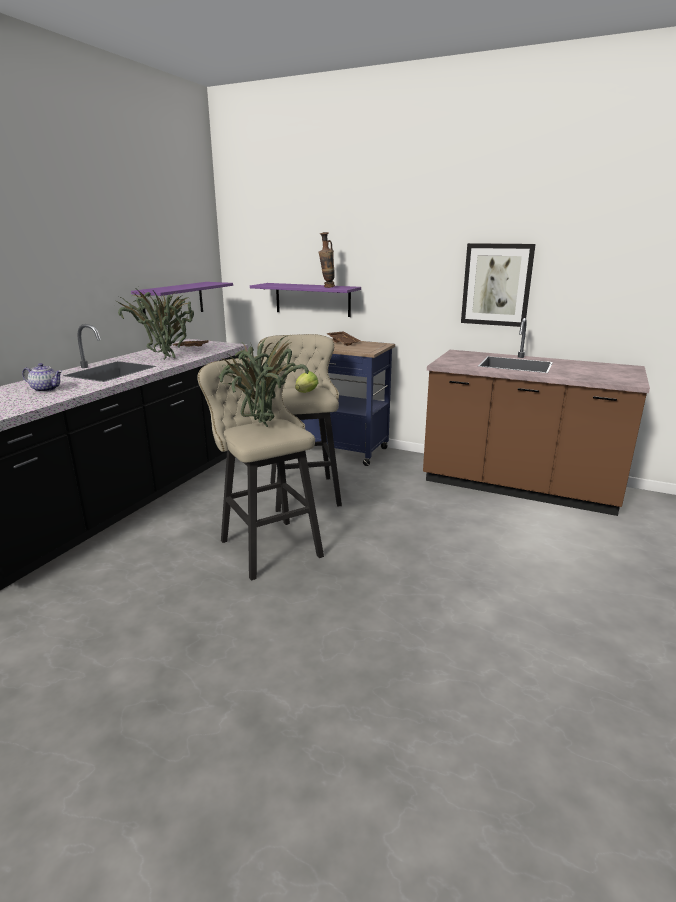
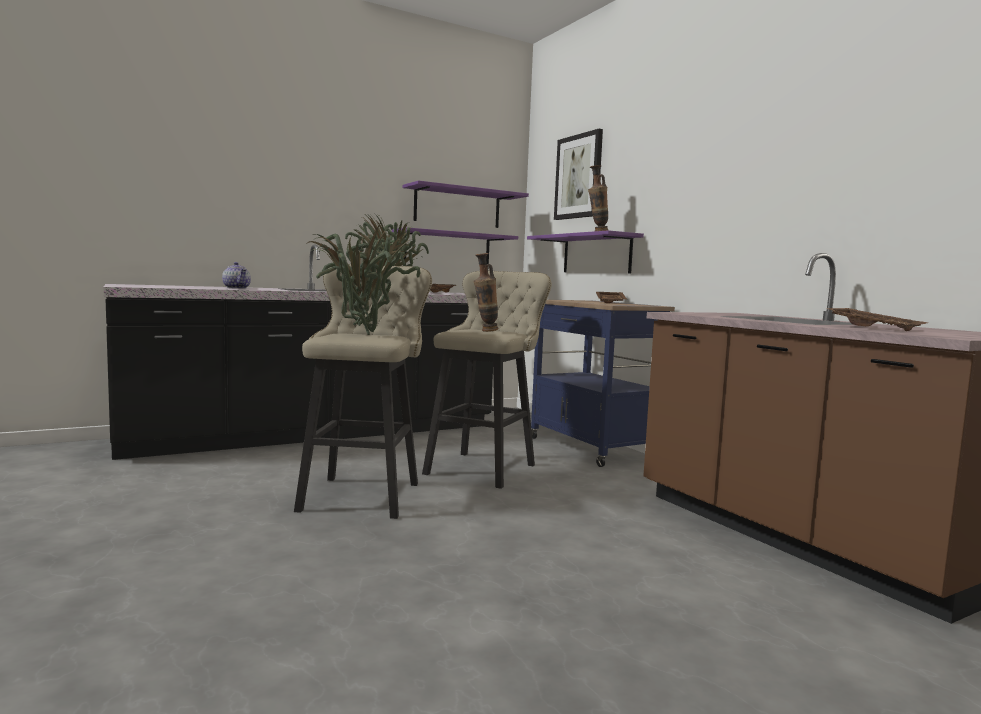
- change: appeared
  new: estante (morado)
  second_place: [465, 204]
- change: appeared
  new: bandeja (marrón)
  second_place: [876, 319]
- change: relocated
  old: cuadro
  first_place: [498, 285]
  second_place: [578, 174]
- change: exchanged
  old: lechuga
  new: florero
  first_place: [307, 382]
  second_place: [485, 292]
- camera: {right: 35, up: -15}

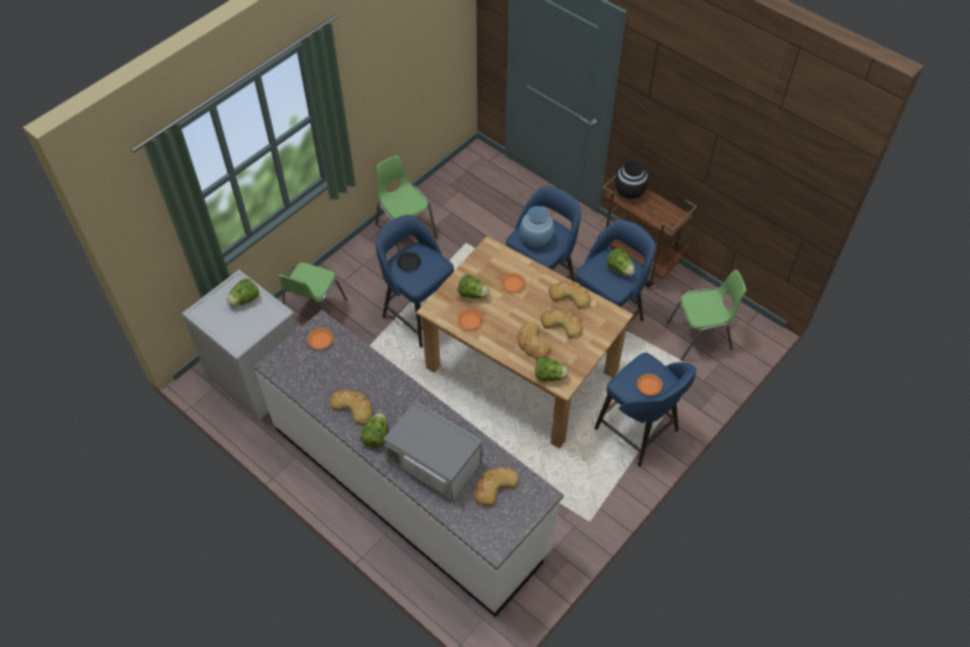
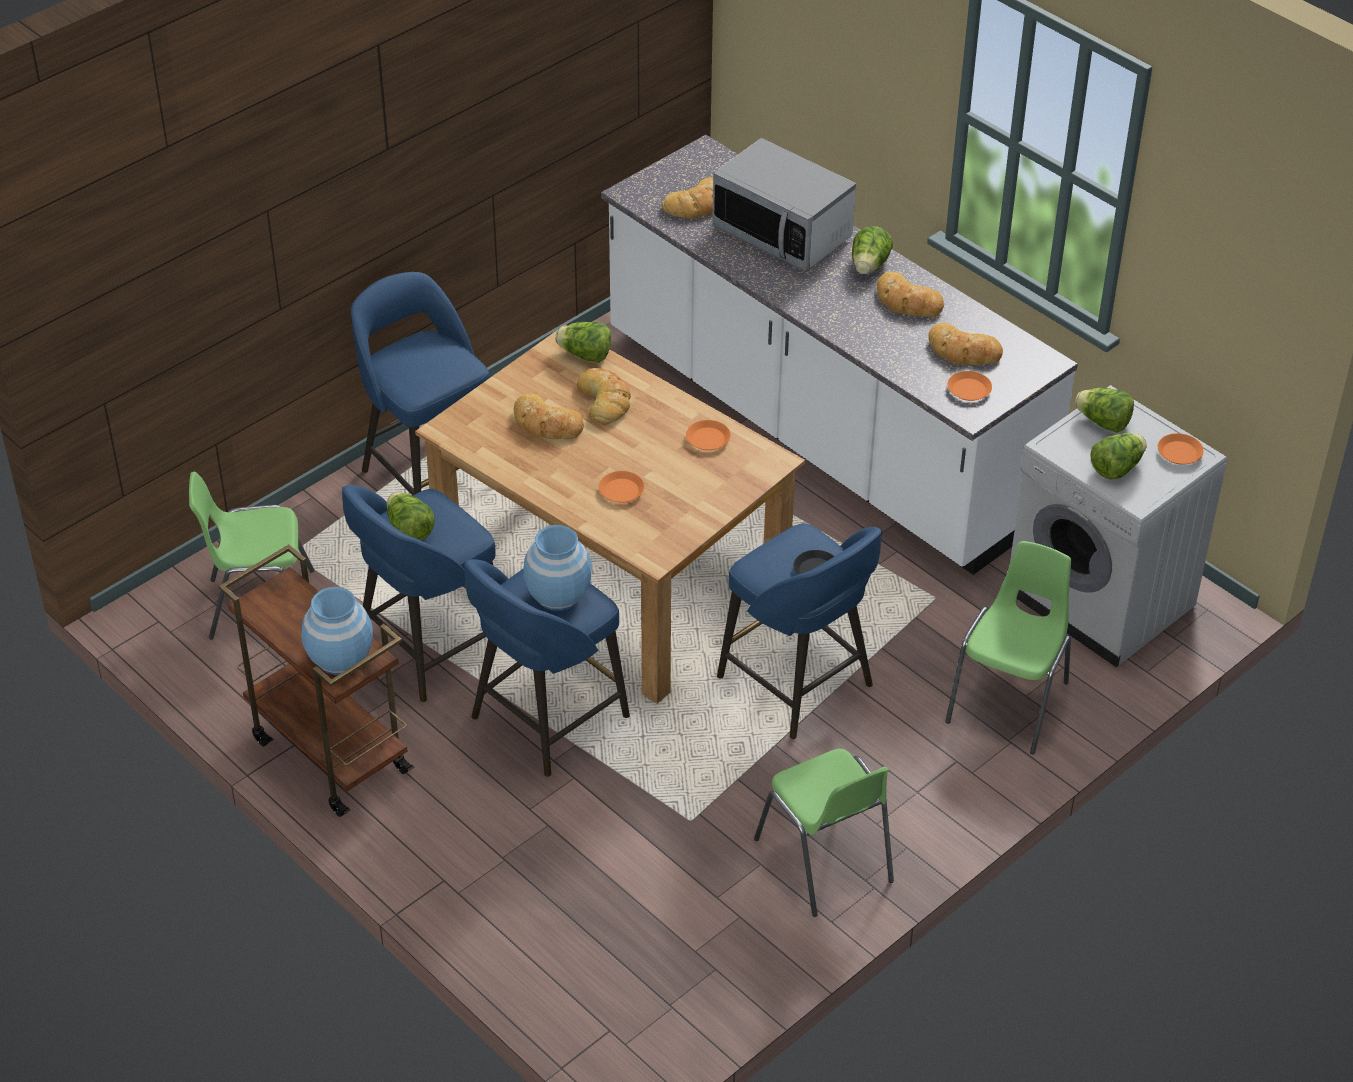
- change: relocated
  old: lechuga
  first_place: [474, 286]
  second_place: [1104, 410]
- change: relocated
  old: pan
  first_place: [570, 295]
  second_place: [965, 344]
- change: relocated
  old: plato (naranja)
  first_place: [650, 385]
  second_place: [1181, 449]
- change: colour
  old: florero (negro)
  new: florero (azul)
  first_place: [632, 180]
  second_place: [337, 631]
- camera: {right: -175, up: -10}

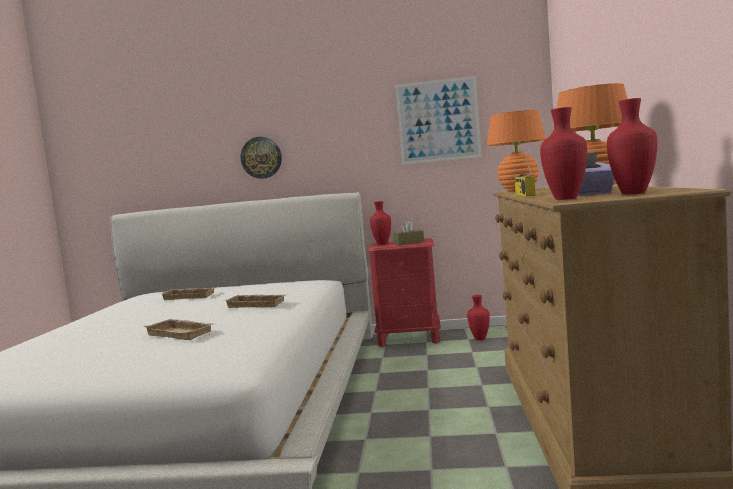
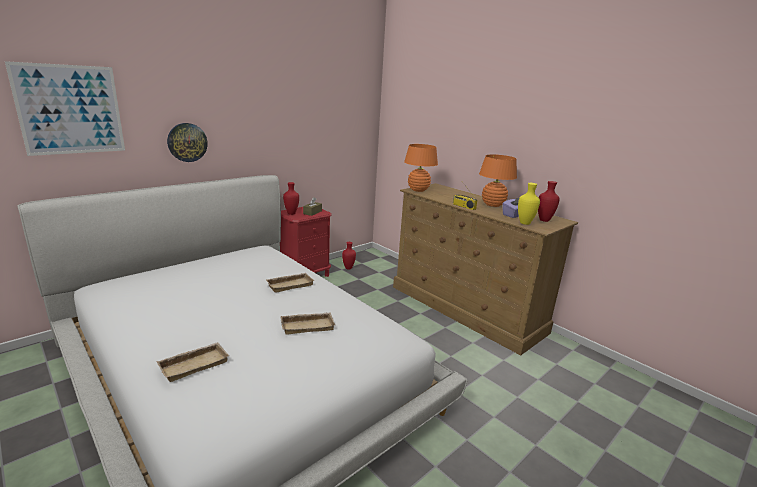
- change: relocated
  old: bandeja (beis)
  first_place: [187, 294]
  second_place: [192, 362]
- change: relocated
  old: cuadro
  first_place: [438, 120]
  second_place: [65, 108]
- change: colour
  old: florero (rojo)
  new: florero (amarillo)
  first_place: [563, 153]
  second_place: [529, 204]
- camera: {right: -50, up: 15}

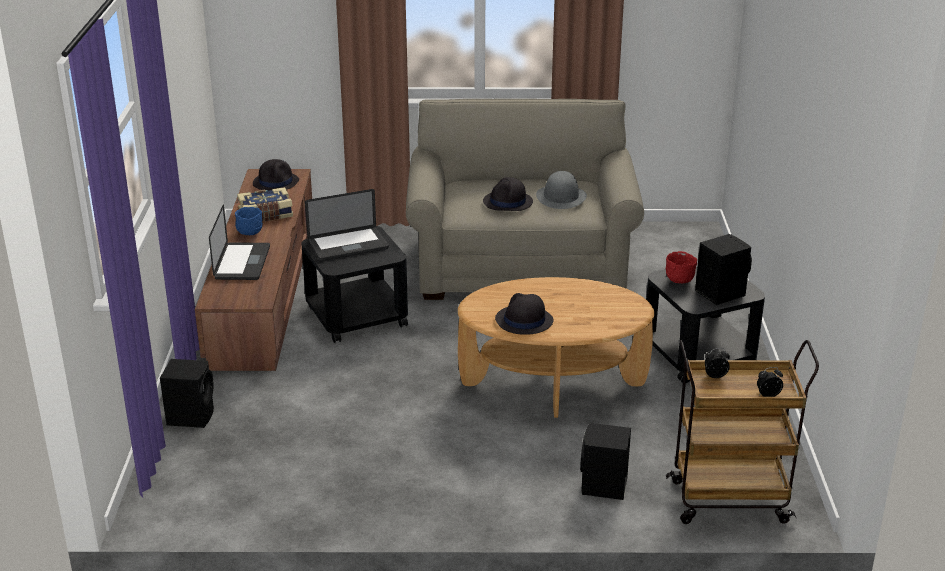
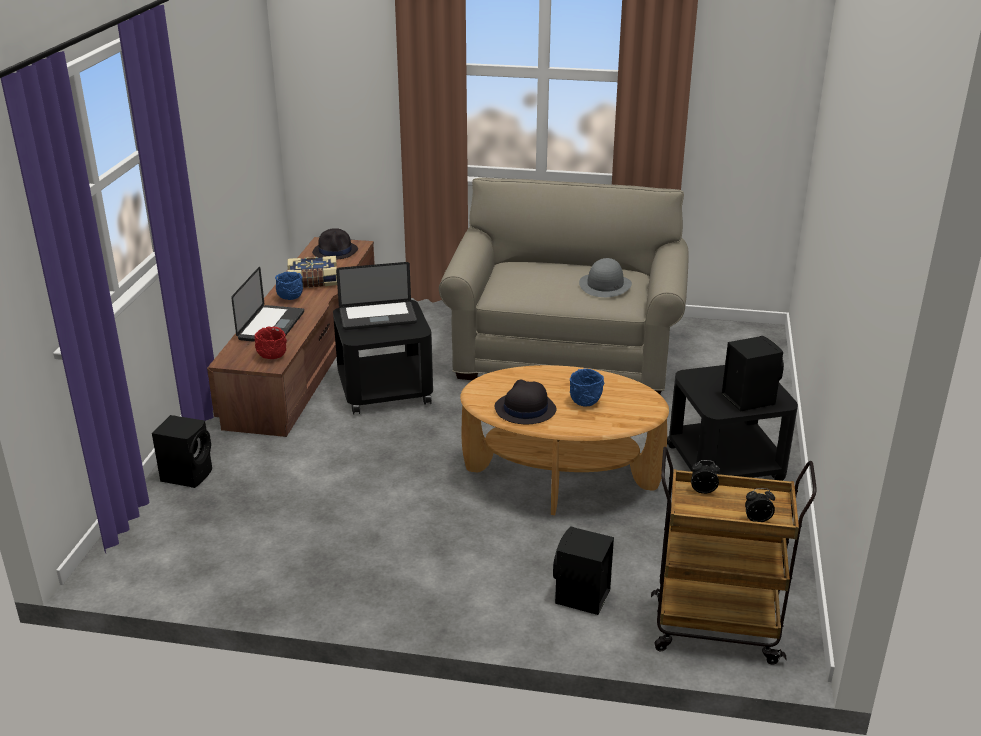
- change: missing
  old: sombrero (negro)
  first_place: [508, 194]
- change: appeared
  new: cuenco (azul)
  second_place: [587, 387]
- change: relocated
  old: cuenco (rojo)
  first_place: [681, 267]
  second_place: [271, 343]
- camera: {right: 10, up: 0}

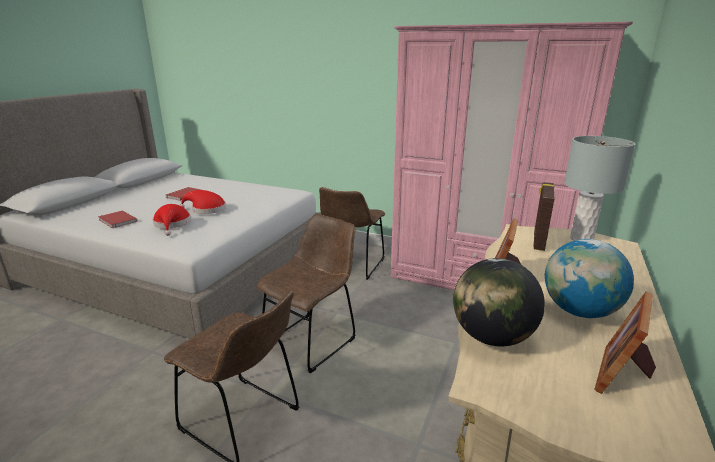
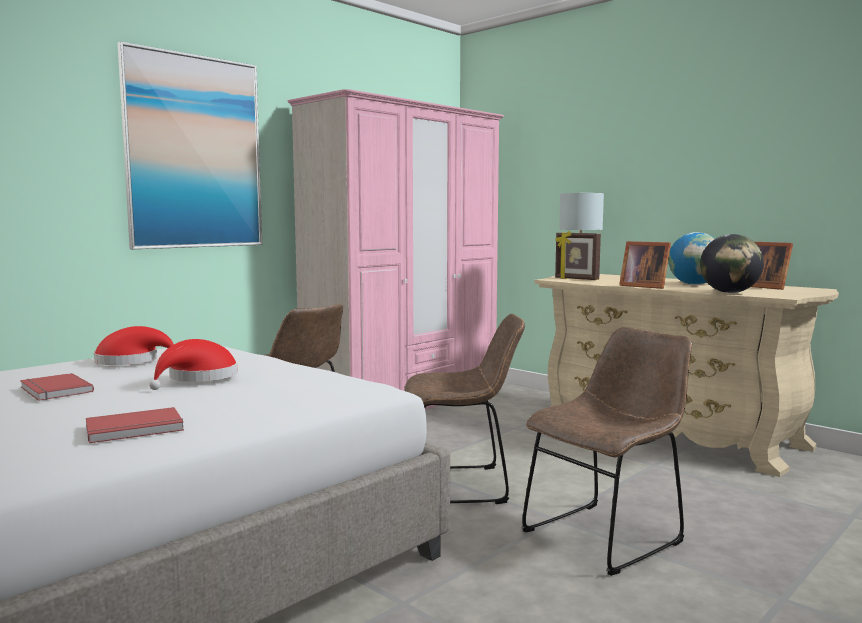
- change: appeared
  new: cuadro
  second_place: [190, 145]
- change: relocated
  old: sombrero (rojo)
  first_place: [172, 220]
  second_place: [134, 345]
- change: spun
  old: silla (marrón)
  first_place: [306, 293]
  second_place: [464, 409]
  degrees: 120
- camera: {right: -70, up: -15}

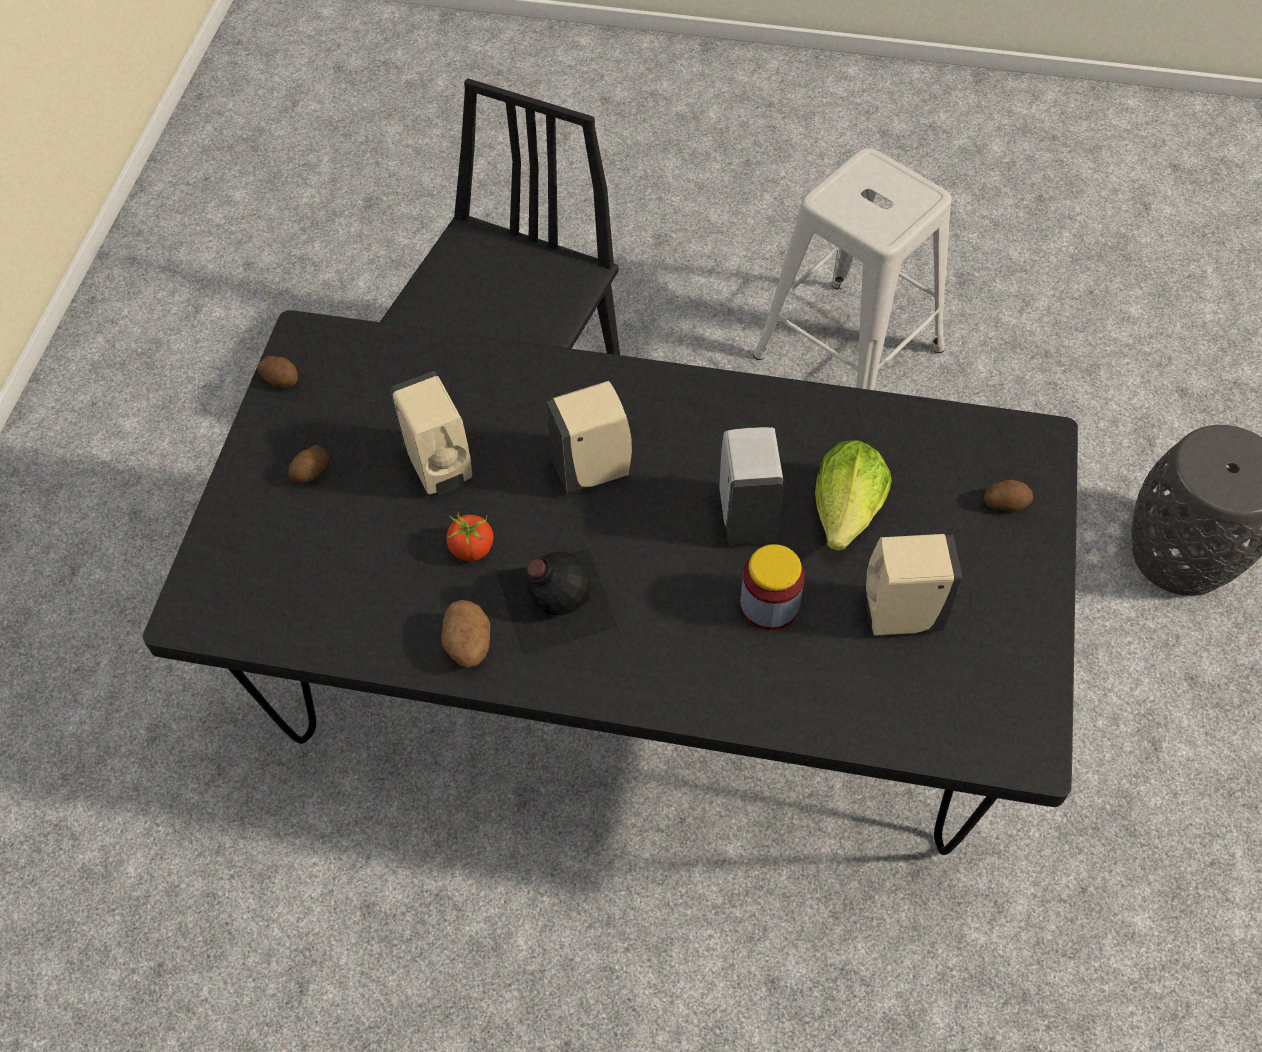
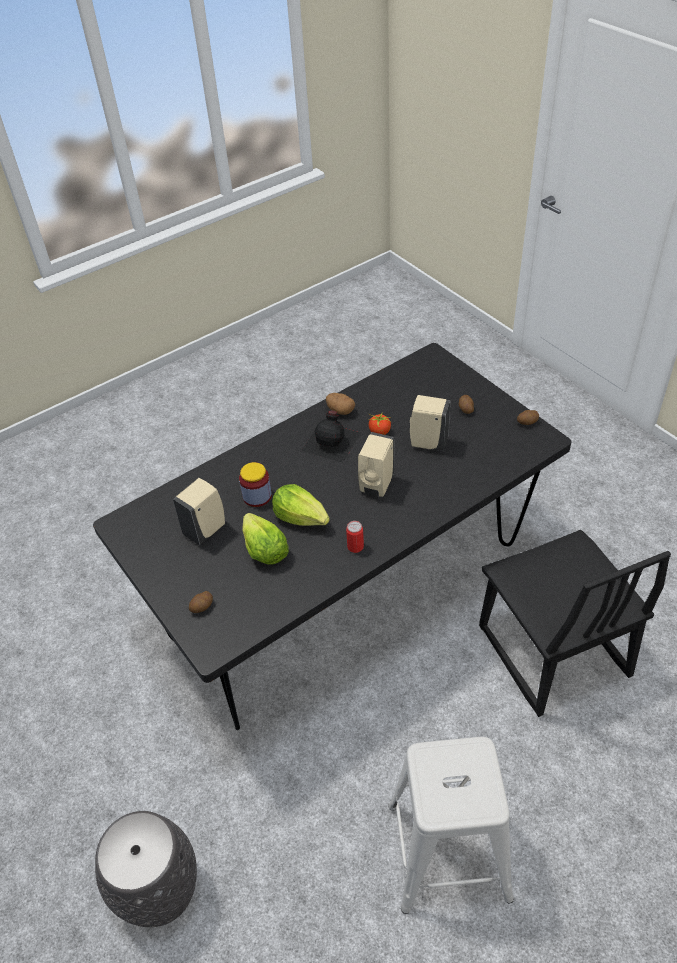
- change: appeared
  new: lata
  second_place: [355, 537]
- change: exchanged
  old: dispensador de jabón (blanco)
  new: lechuga
  first_place: [751, 486]
  second_place: [301, 505]
- camera: {right: 135, up: -10}

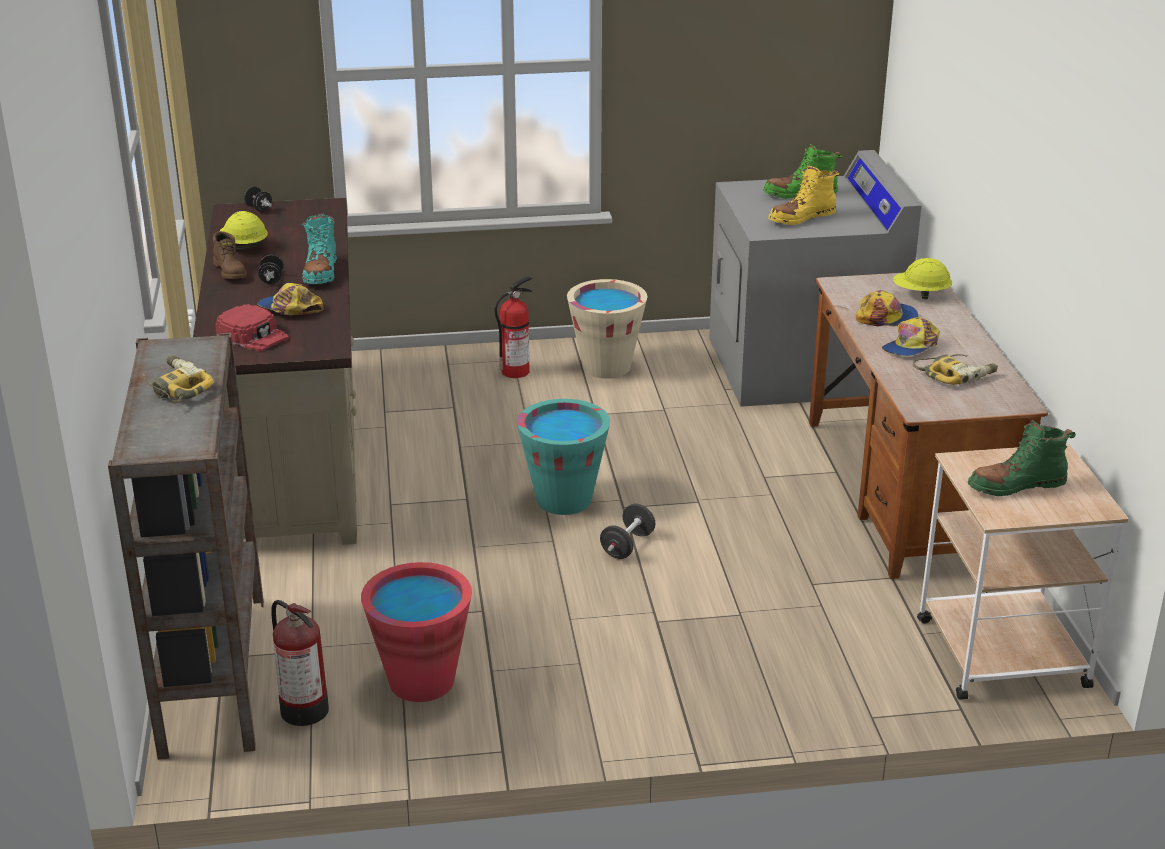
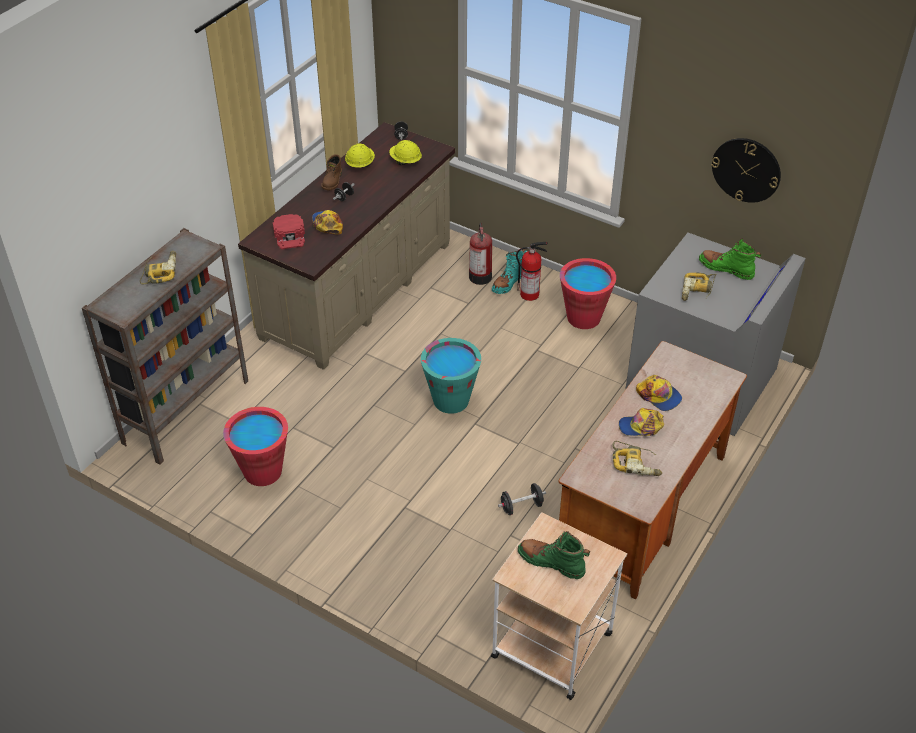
- change: appeared
  new: reloj de pared
  second_place: [746, 170]
- change: relocated
  old: extintor
  first_place: [300, 663]
  second_place: [480, 254]
- change: relocated
  old: bota (turquesa)
  first_place: [319, 248]
  second_place: [509, 271]
- change: relocated
  old: mancuerna (negro)
  first_place: [627, 531]
  second_place: [522, 499]
- change: relocated
  old: casco (amarillo)
  first_place: [922, 278]
  second_place: [405, 152]
- change: exchanged
  old: bota (amarillo)
  new: taladro
  first_place: [803, 195]
  second_place: [699, 286]
- change: colour
  old: cubo (beis)
  new: cubo (rojo)
  first_place: [607, 329]
  second_place: [588, 293]
- camera: {right: 40, up: 15}

